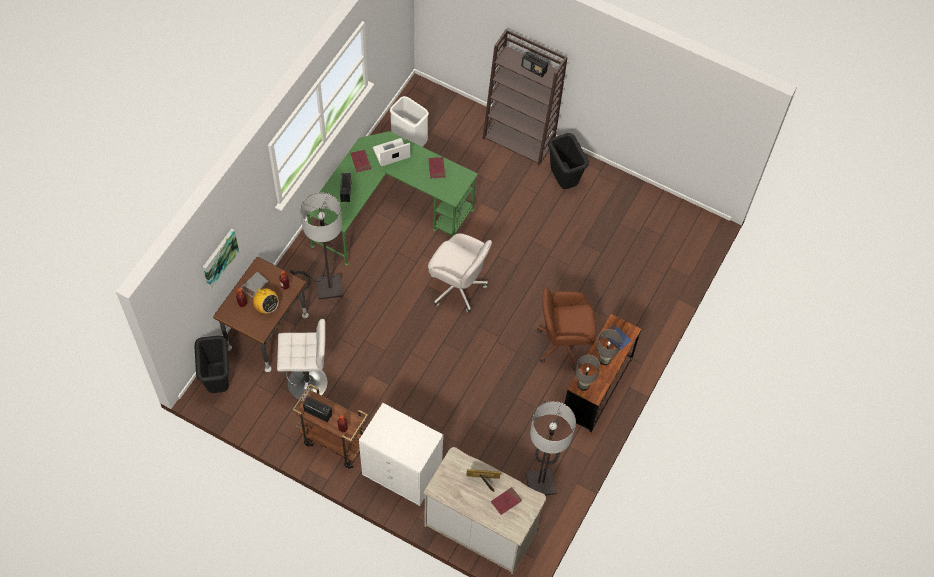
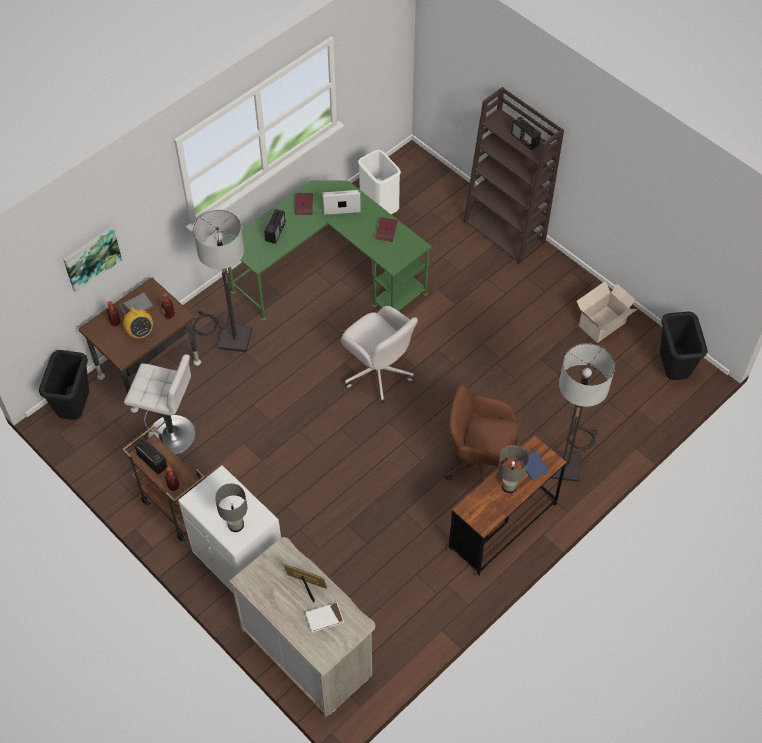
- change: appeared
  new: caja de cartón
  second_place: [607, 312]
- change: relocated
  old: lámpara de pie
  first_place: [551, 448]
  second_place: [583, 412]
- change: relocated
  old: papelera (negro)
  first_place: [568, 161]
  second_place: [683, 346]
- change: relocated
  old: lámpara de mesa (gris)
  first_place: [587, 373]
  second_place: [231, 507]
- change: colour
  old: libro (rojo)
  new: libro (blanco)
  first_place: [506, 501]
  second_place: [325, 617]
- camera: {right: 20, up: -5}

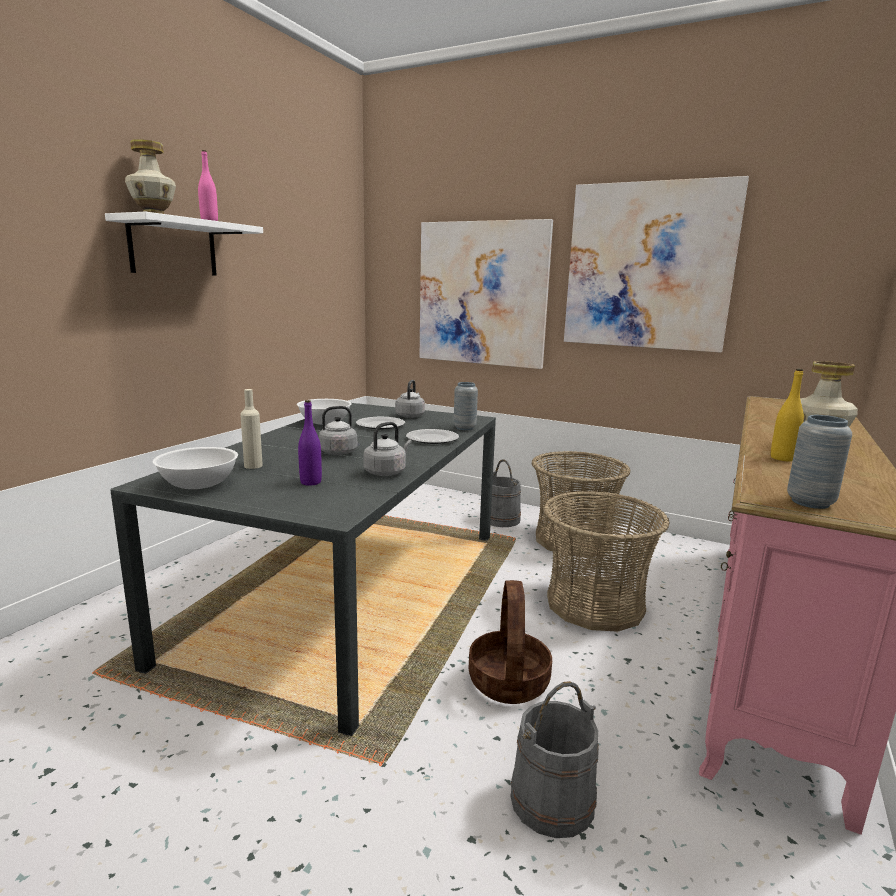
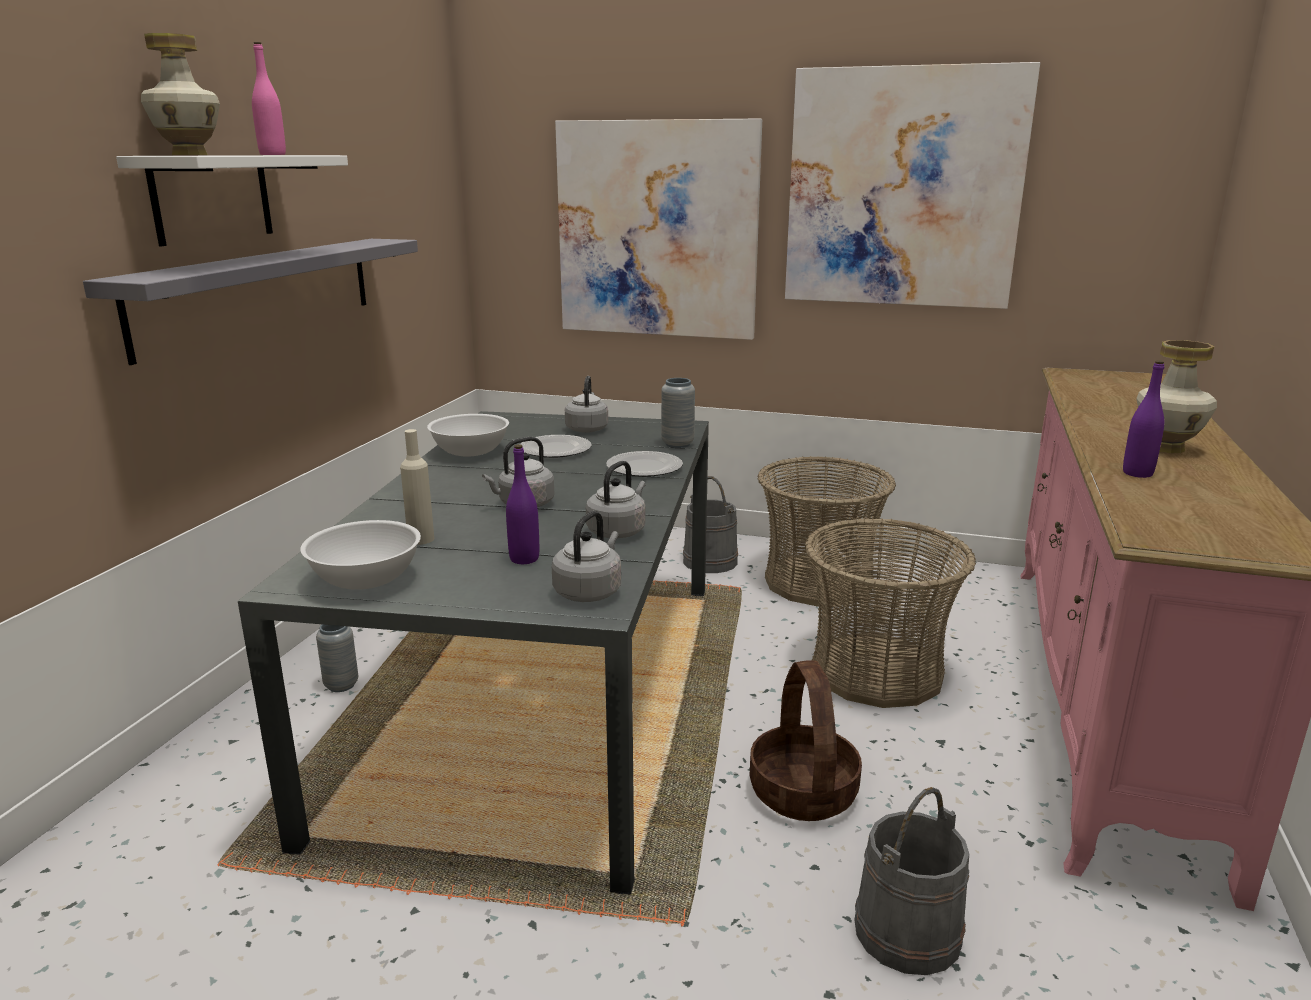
- change: appeared
  new: estante (gris)
  second_place: [250, 302]
- change: appeared
  new: hervidor (gris)
  second_place: [586, 556]
- change: relocated
  old: florero (gris)
  first_place: [819, 462]
  second_place: [337, 658]
- change: colour
  old: botella (amarillo)
  new: botella (morado)
  first_place: [787, 415]
  second_place: [1143, 419]
- camera: {right: -10, up: 5}

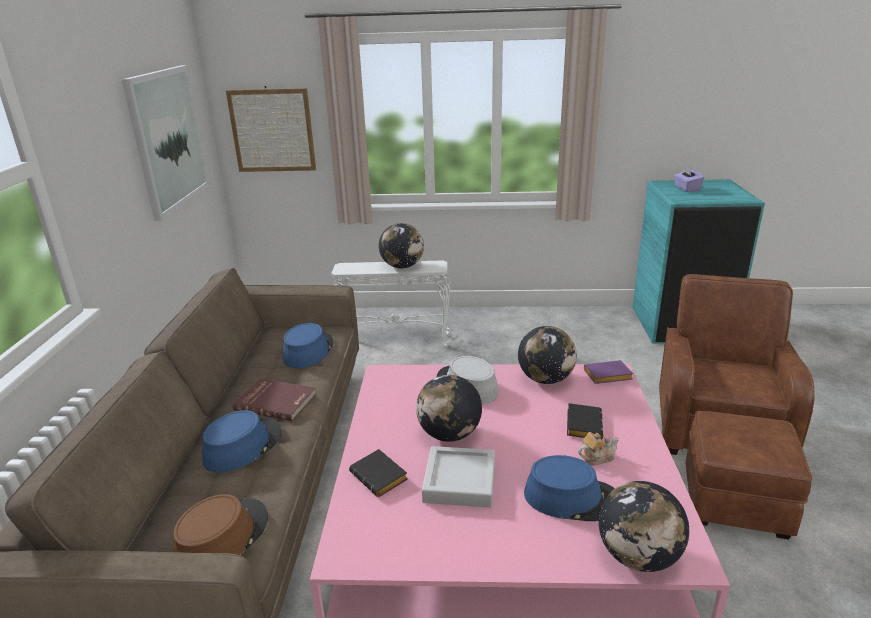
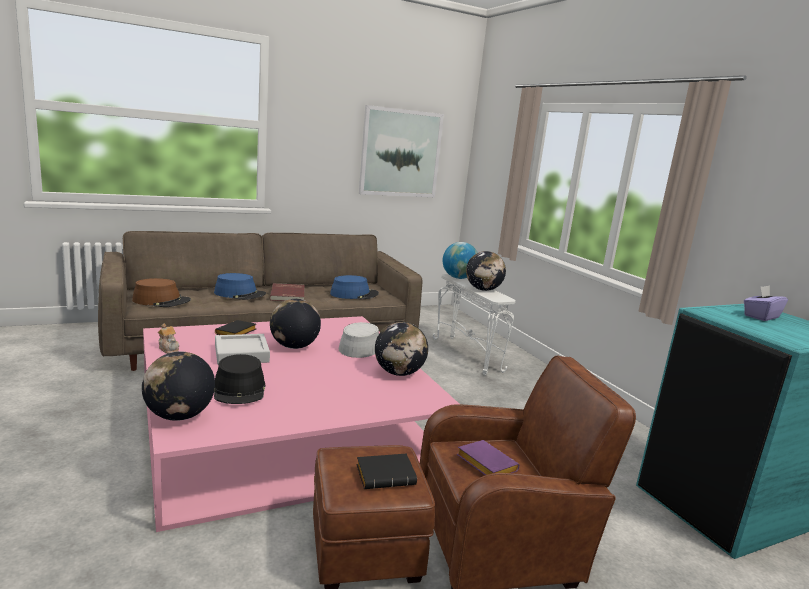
- change: missing
  old: cuadro
  first_place: [271, 129]
- change: appeared
  new: globo terráqueo
  second_place: [460, 260]
- change: relocated
  old: libro (negro)
  first_place: [585, 421]
  second_place: [386, 471]
- change: relocated
  old: tetera
  first_place: [598, 448]
  second_place: [168, 339]
- change: relocated
  old: libro (morado)
  first_place: [608, 372]
  second_place: [488, 457]
- change: colour
  old: sombrero (azul)
  new: sombrero (negro)
  first_place: [569, 488]
  second_place: [240, 379]
- camera: {right: 60, up: -10}

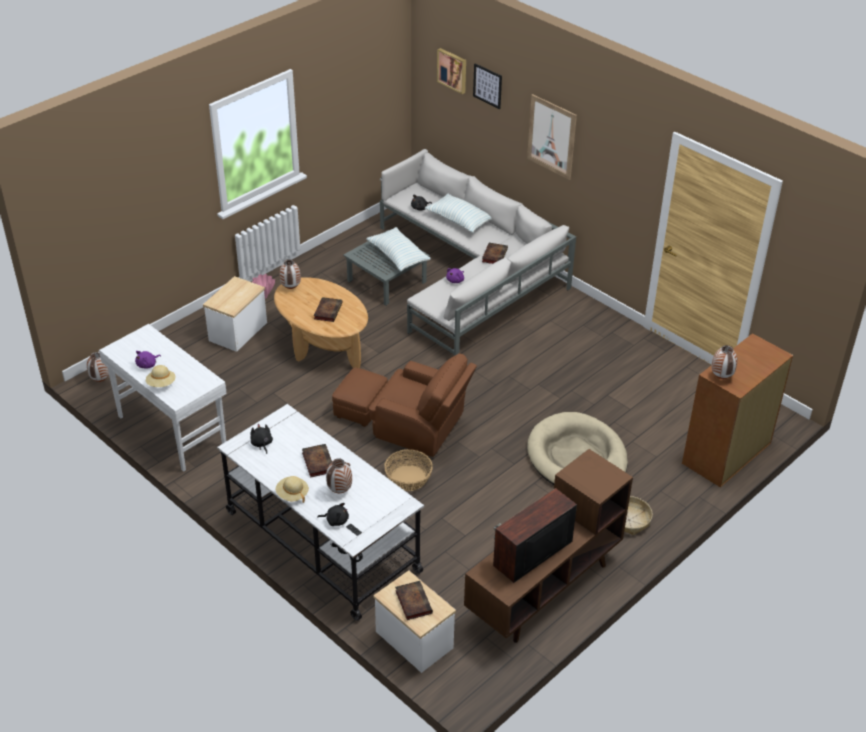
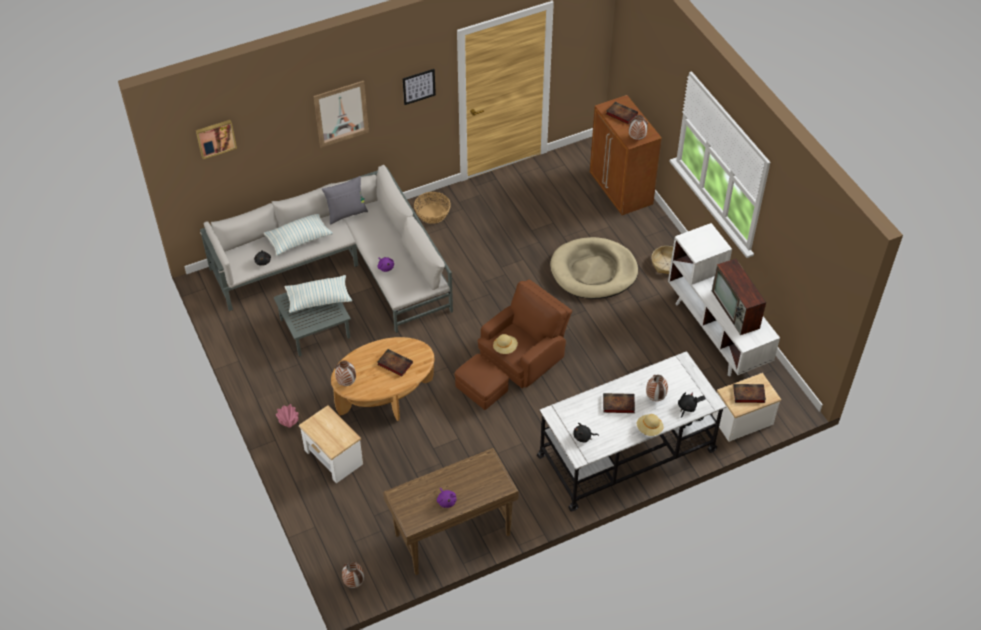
- change: appeared
  new: cojín (gris)
  second_place: [345, 200]
- change: relocated
  old: sombrero (beis)
  first_place: [161, 376]
  second_place: [505, 344]
- change: relocated
  old: cesta
  first_place: [408, 470]
  second_place: [432, 208]
- change: relocated
  old: cuadro
  first_place: [487, 86]
  second_place: [419, 87]
- change: relocated
  old: libro
  first_place: [495, 253]
  second_place: [622, 113]
- change: colour
  old: mesa consola (blanco)
  new: mesa consola (marrón)
  first_place: [163, 398]
  second_place: [451, 511]
- change: colour
  old: mueble de televisión (marrón)
  new: mueble de televisión (blanco)
  first_place: [548, 546]
  second_place: [724, 300]
- camera: {right: -70, up: 10}

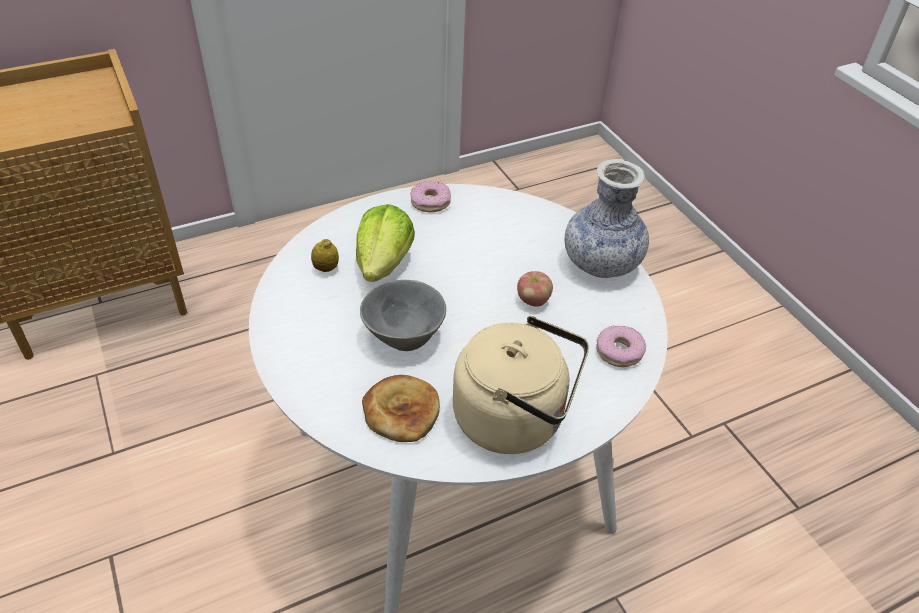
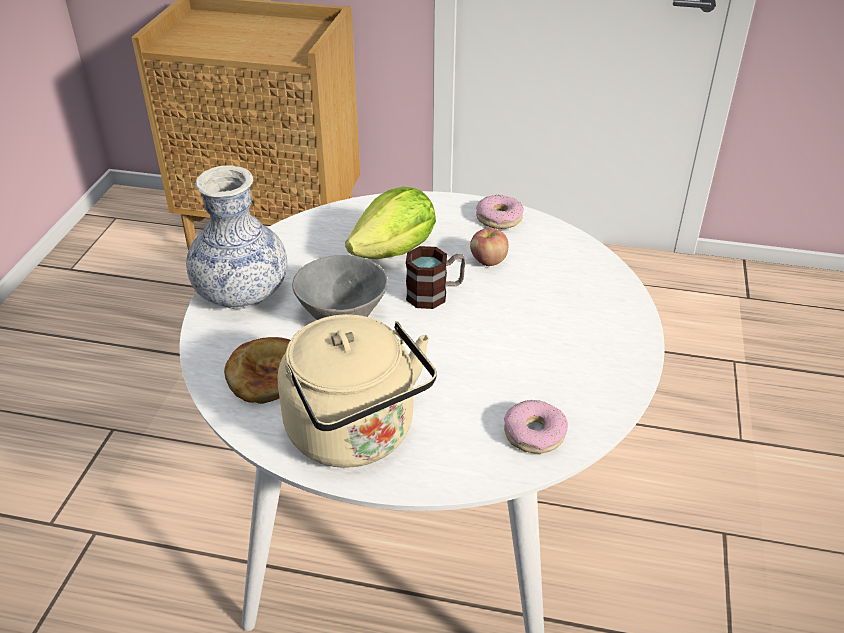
- change: missing
  old: limón
  first_place: [325, 255]
- change: appeared
  new: taza grande
  second_place: [436, 277]
- change: relocated
  old: manzana
  first_place: [535, 289]
  second_place: [489, 247]
- change: relocated
  old: florero
  first_place: [607, 218]
  second_place: [236, 237]
- camera: {right: 40, up: -5}

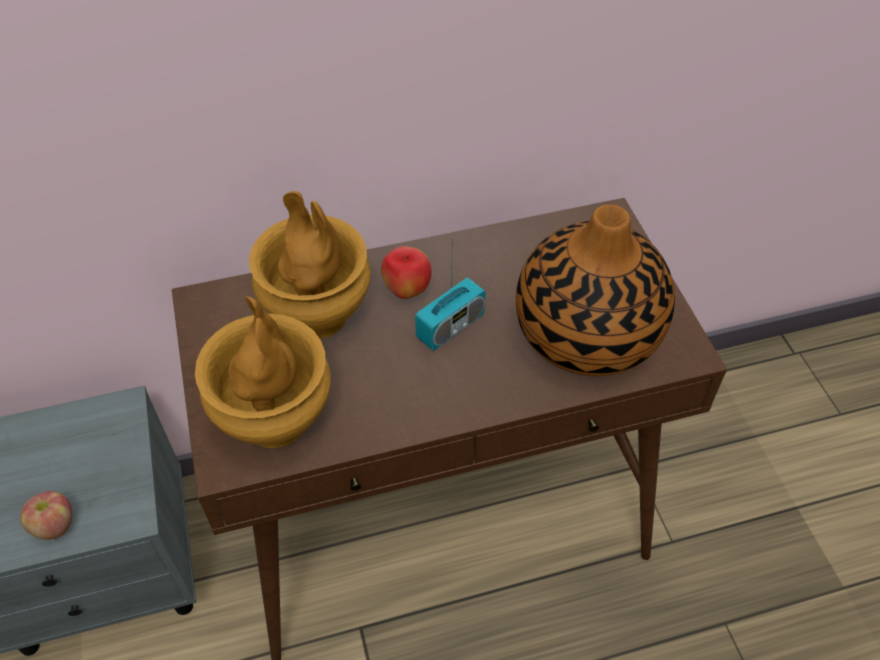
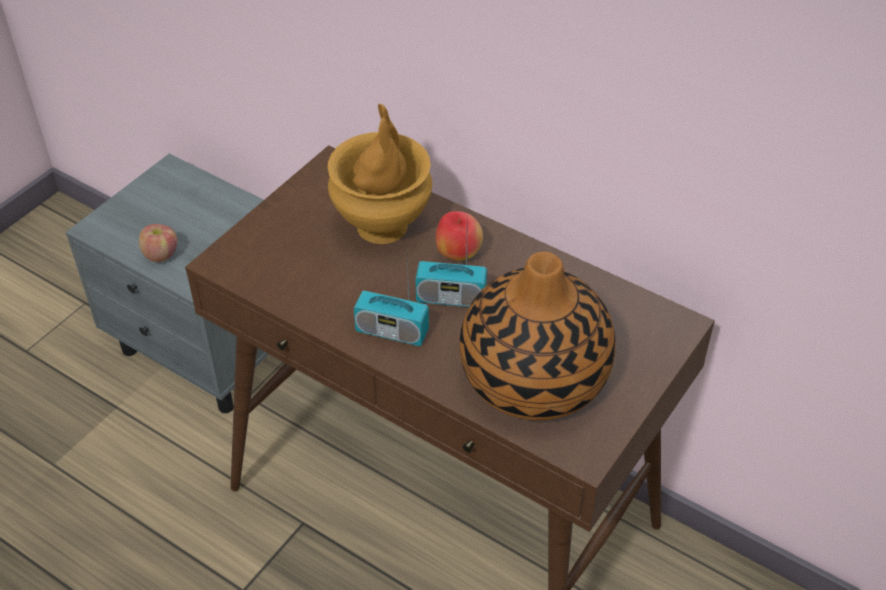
- change: missing
  old: florero (marrón)
  first_place: [263, 372]
- change: appeared
  new: radio
  second_place: [391, 300]
- camera: {right: 50, up: -5}

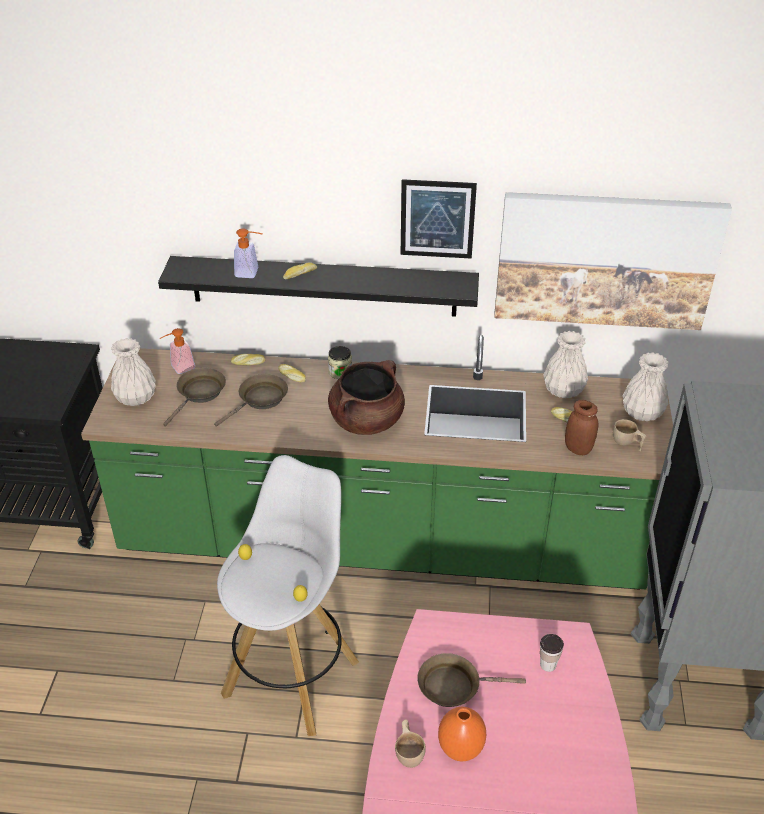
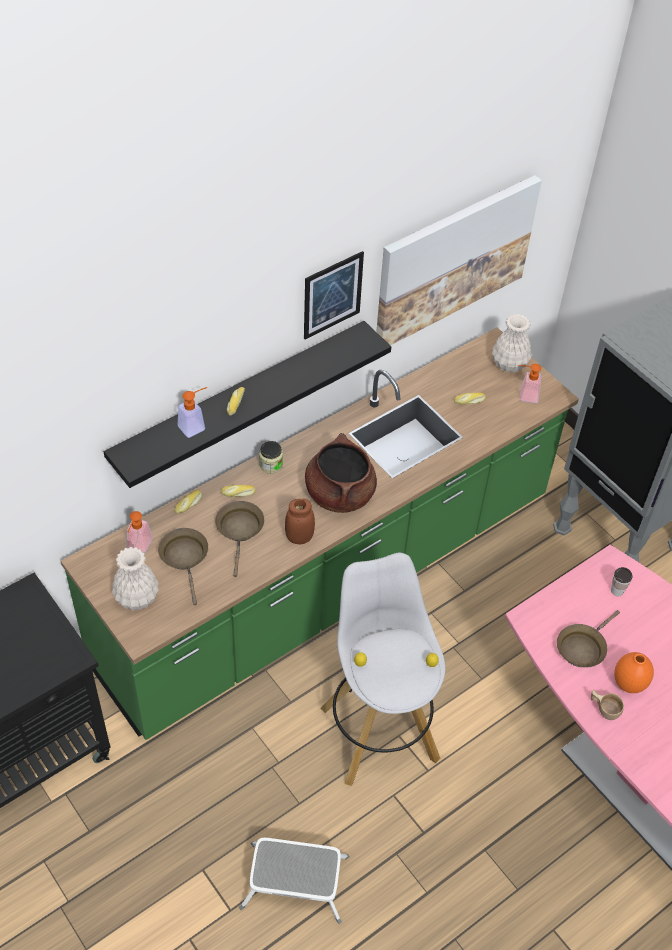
- change: missing
  old: florero (blanco)
  first_place: [566, 364]
- change: appeared
  new: escalera de tijera (gris)
  second_place: [294, 881]
- change: relocated
  old: tarro (marrón)
  first_place: [581, 427]
  second_place: [300, 521]
- change: exchanged
  old: taza (beis)
  new: dispensador de jabón
  first_place: [629, 435]
  second_place: [529, 383]
- camera: {right: -45, up: 10}

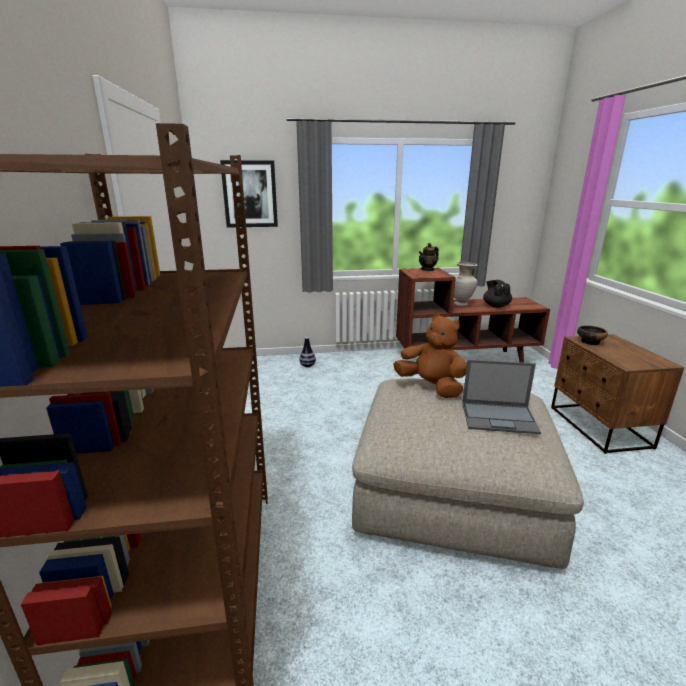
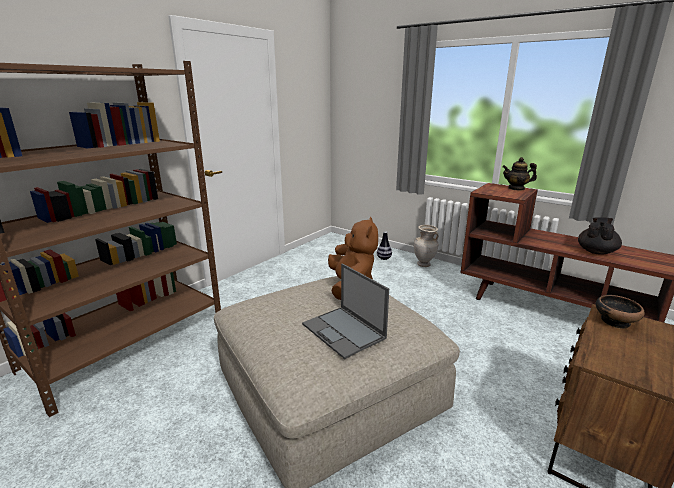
- change: missing
  old: cuadro
  first_place: [249, 193]
- change: relocated
  old: florero (beis)
  first_place: [466, 284]
  second_place: [426, 246]
- camera: {right: 45, up: 0}

